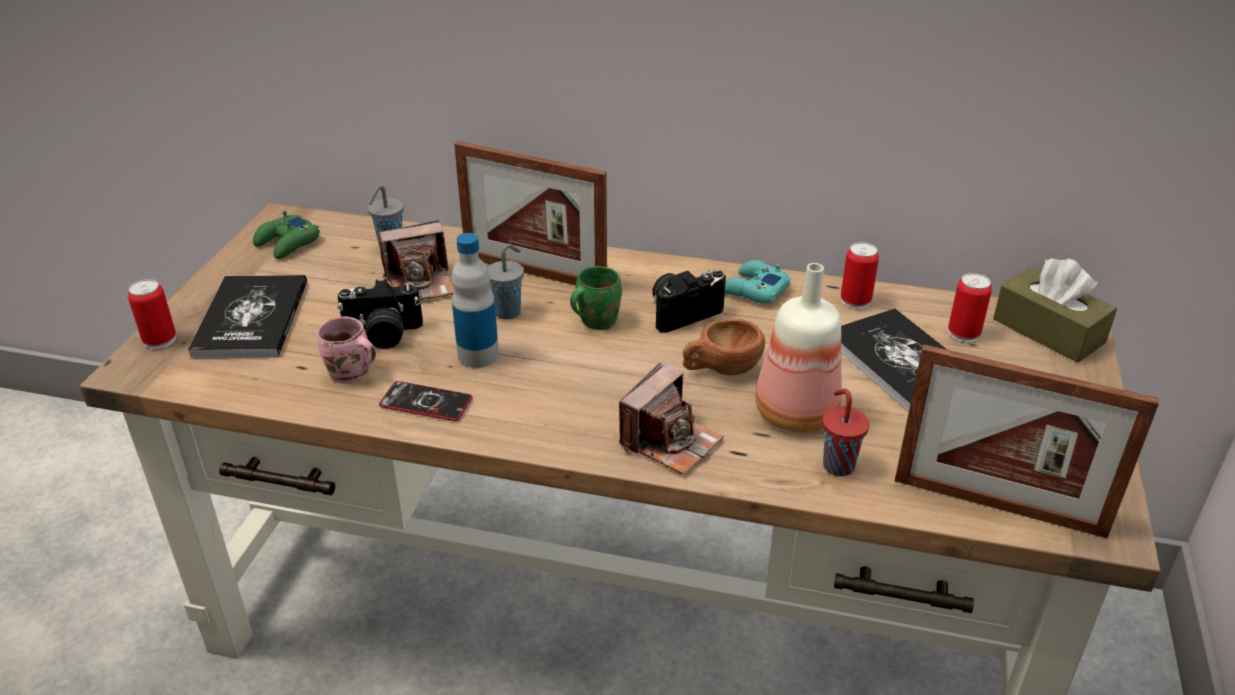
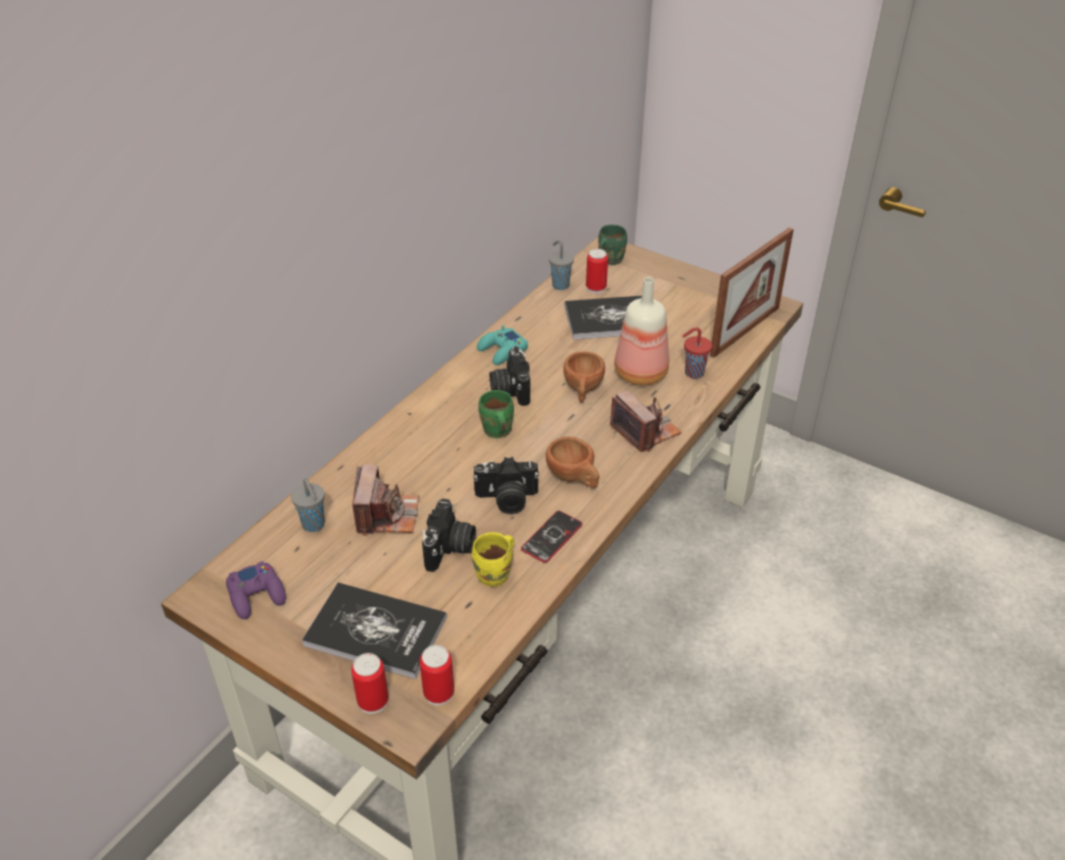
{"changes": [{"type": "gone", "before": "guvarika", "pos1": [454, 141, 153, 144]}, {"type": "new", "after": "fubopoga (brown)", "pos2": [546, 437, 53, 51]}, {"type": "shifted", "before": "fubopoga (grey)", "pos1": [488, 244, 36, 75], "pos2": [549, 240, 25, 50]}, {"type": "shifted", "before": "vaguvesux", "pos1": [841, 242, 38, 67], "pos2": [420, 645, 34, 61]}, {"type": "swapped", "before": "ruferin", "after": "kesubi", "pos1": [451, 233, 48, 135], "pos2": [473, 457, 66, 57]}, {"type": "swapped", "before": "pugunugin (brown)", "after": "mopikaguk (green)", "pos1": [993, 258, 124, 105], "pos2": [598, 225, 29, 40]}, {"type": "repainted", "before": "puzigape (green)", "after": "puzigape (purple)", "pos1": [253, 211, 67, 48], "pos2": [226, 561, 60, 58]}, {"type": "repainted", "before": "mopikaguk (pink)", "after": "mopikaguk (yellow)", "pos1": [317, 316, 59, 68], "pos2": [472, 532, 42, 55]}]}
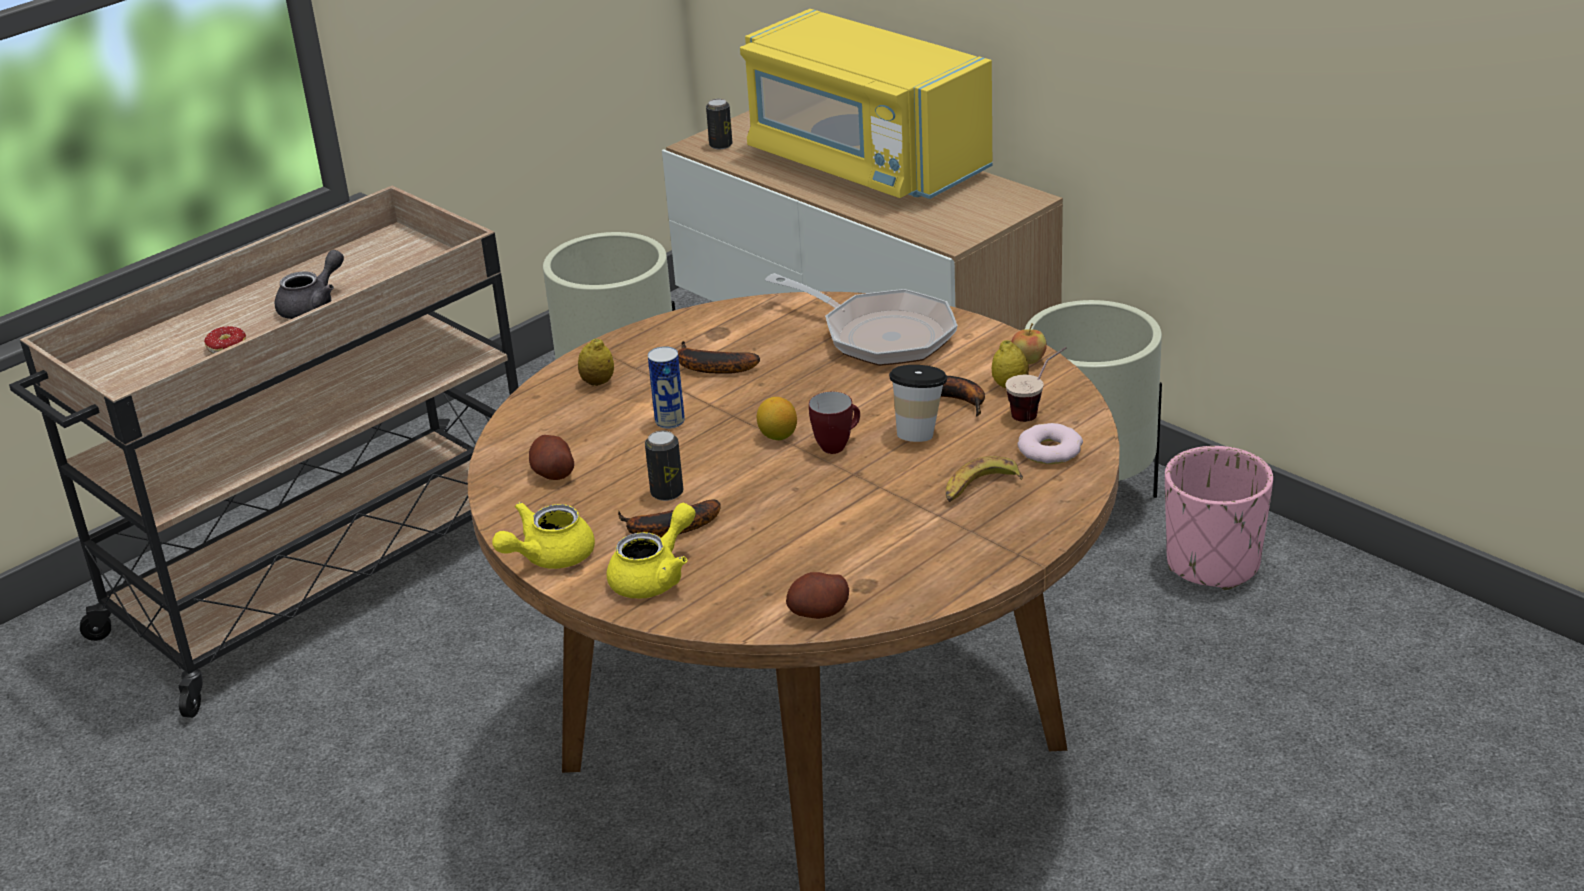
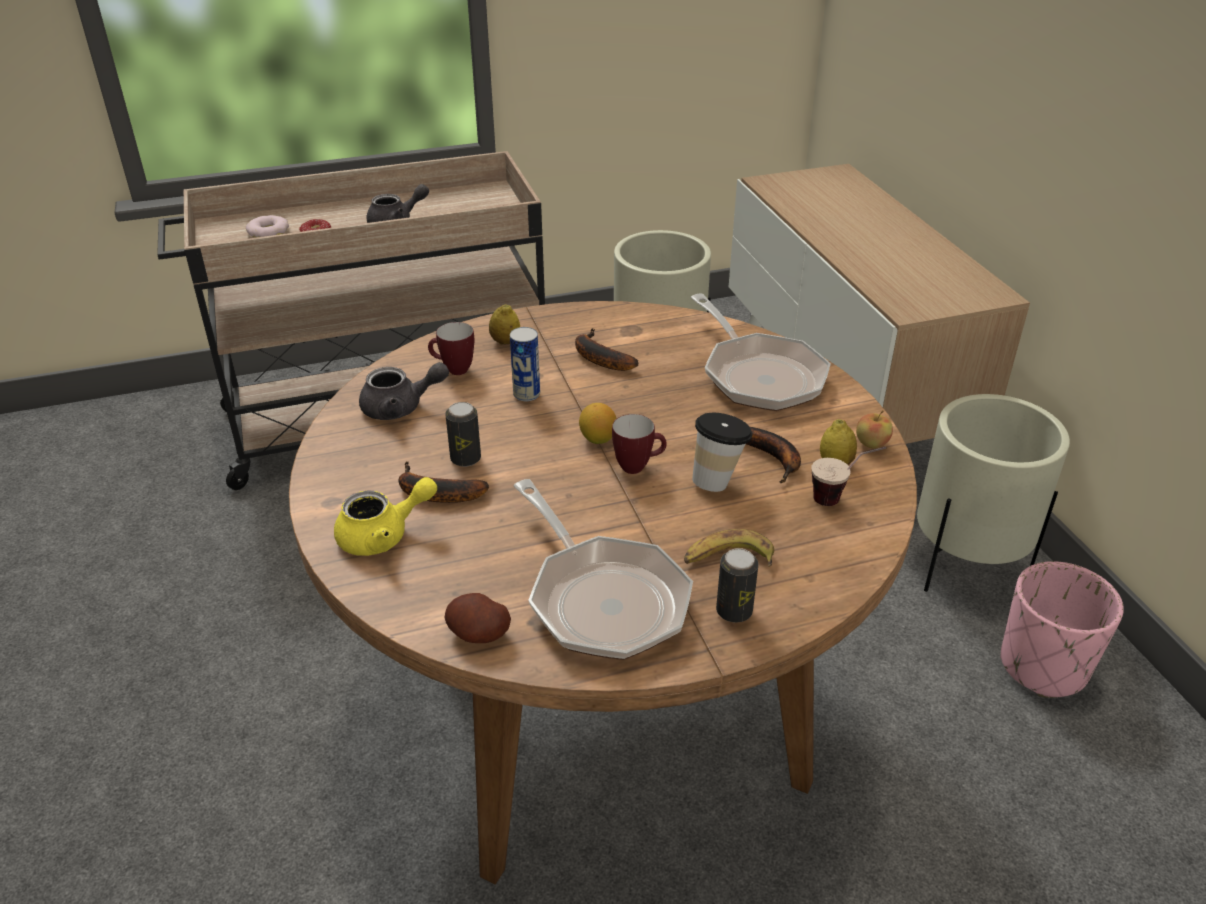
{"changes": [{"type": "gone", "before": "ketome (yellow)", "pos1": [492, 502, 103, 67]}, {"type": "gone", "before": "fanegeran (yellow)", "pos1": [740, 9, 253, 190]}, {"type": "new", "after": "mopikaguk", "pos2": [428, 322, 46, 53]}, {"type": "new", "after": "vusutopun", "pos2": [513, 479, 180, 181]}, {"type": "shifted", "before": "vaguvesux", "pos1": [706, 99, 26, 50], "pos2": [716, 548, 42, 75]}, {"type": "shifted", "before": "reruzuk", "pos1": [1017, 423, 66, 41], "pos2": [246, 215, 43, 23]}, {"type": "swapped", "before": "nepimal", "after": "ketome (grey)", "pos1": [529, 435, 45, 45], "pos2": [359, 362, 90, 58]}]}
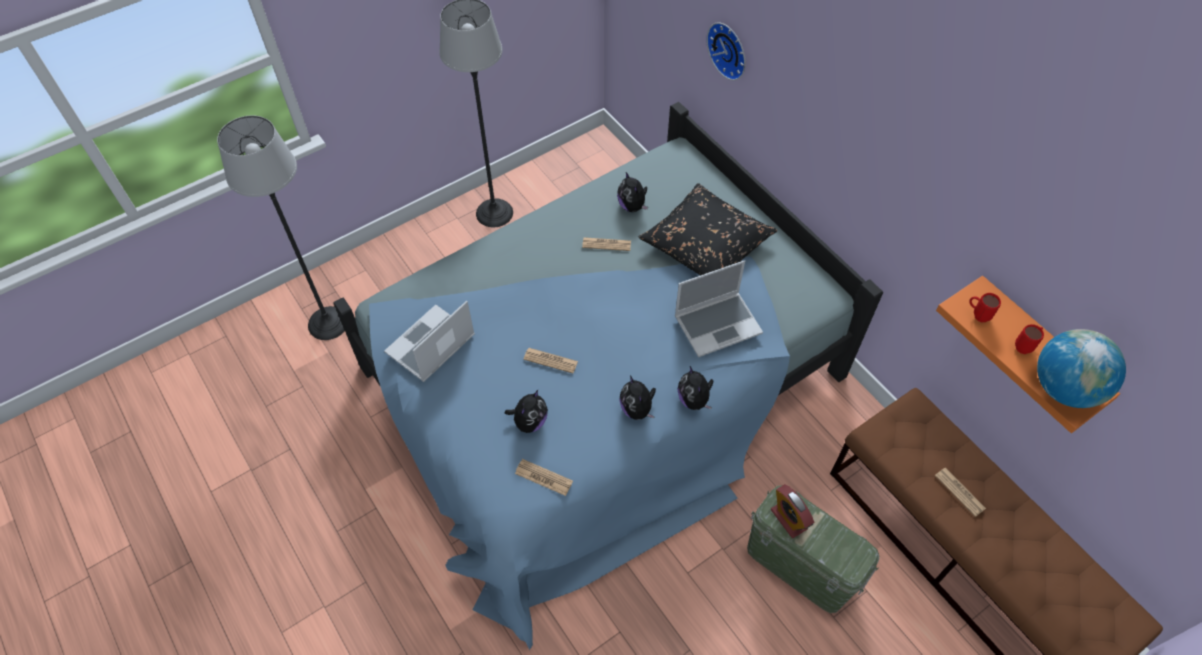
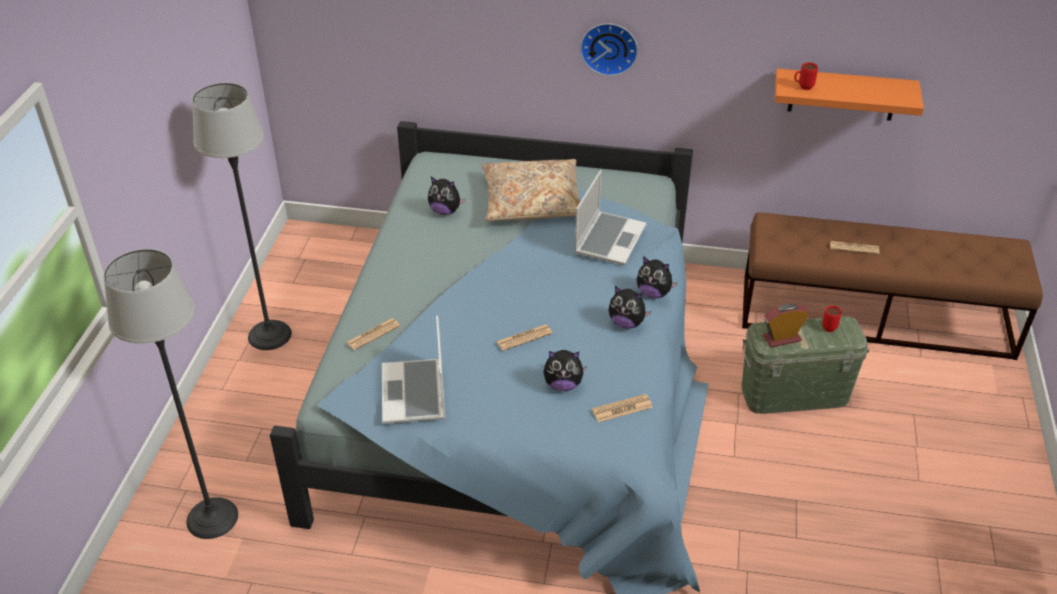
{"changes": [{"type": "gone", "before": "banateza", "pos1": [1037, 329, 89, 79]}, {"type": "shifted", "before": "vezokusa", "pos1": [582, 237, 49, 14], "pos2": [346, 318, 54, 32]}, {"type": "shifted", "before": "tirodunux", "pos1": [706, 22, 40, 58], "pos2": [580, 23, 58, 53]}, {"type": "shifted", "before": "mopikaguk (red)", "pos1": [1015, 324, 29, 30], "pos2": [822, 306, 19, 26]}, {"type": "repainted", "before": "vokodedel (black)", "after": "vokodedel (beige)", "pos1": [639, 183, 138, 93], "pos2": [481, 159, 100, 62]}, {"type": "rotated", "before": "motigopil", "pos1": [505, 390, 43, 43], "pos2": [543, 350, 44, 41], "turn": 105}, {"type": "rotated", "before": "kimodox", "pos1": [771, 484, 43, 54], "pos2": [763, 303, 46, 44], "turn": 150}]}
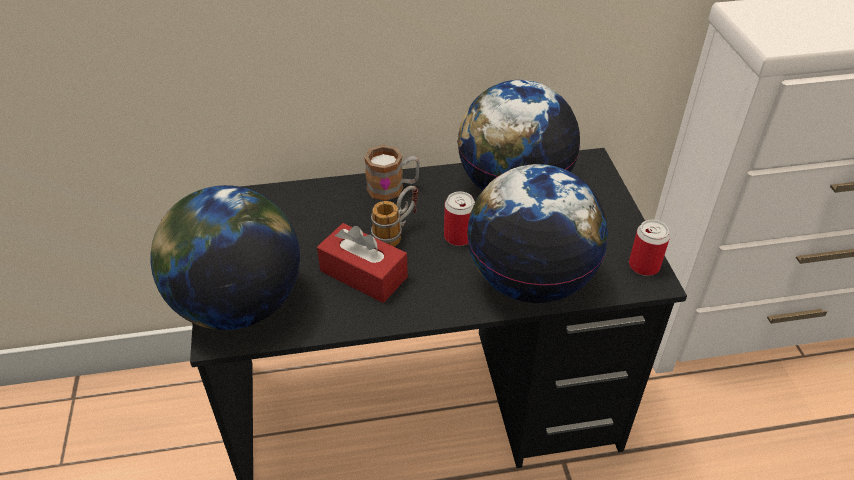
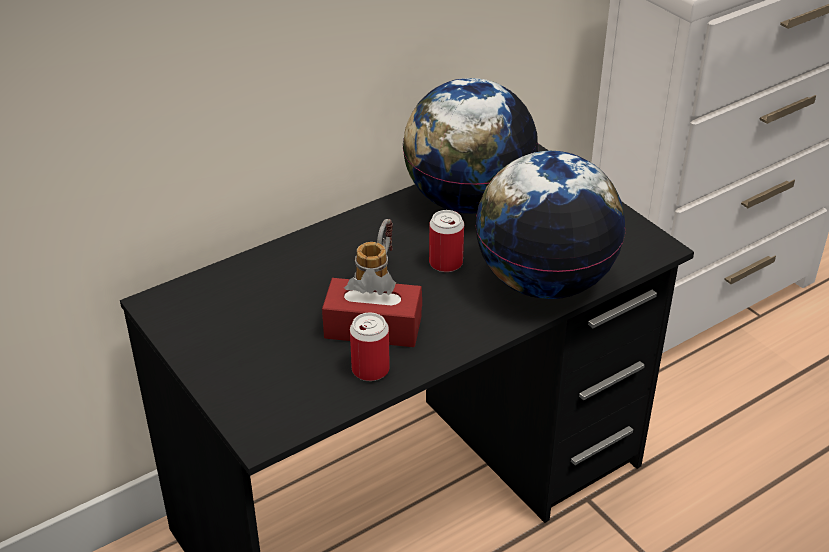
{"changes": [{"type": "gone", "before": "banateza", "pos1": [151, 185, 149, 145]}, {"type": "gone", "before": "mopikaguk", "pos1": [364, 145, 56, 56]}, {"type": "shifted", "before": "vaguvesux", "pos1": [629, 220, 41, 56], "pos2": [350, 313, 40, 68]}]}
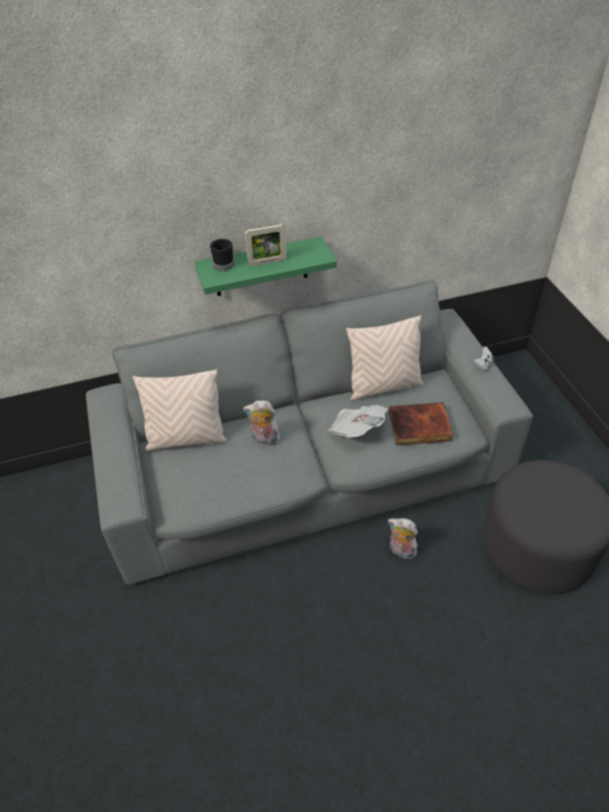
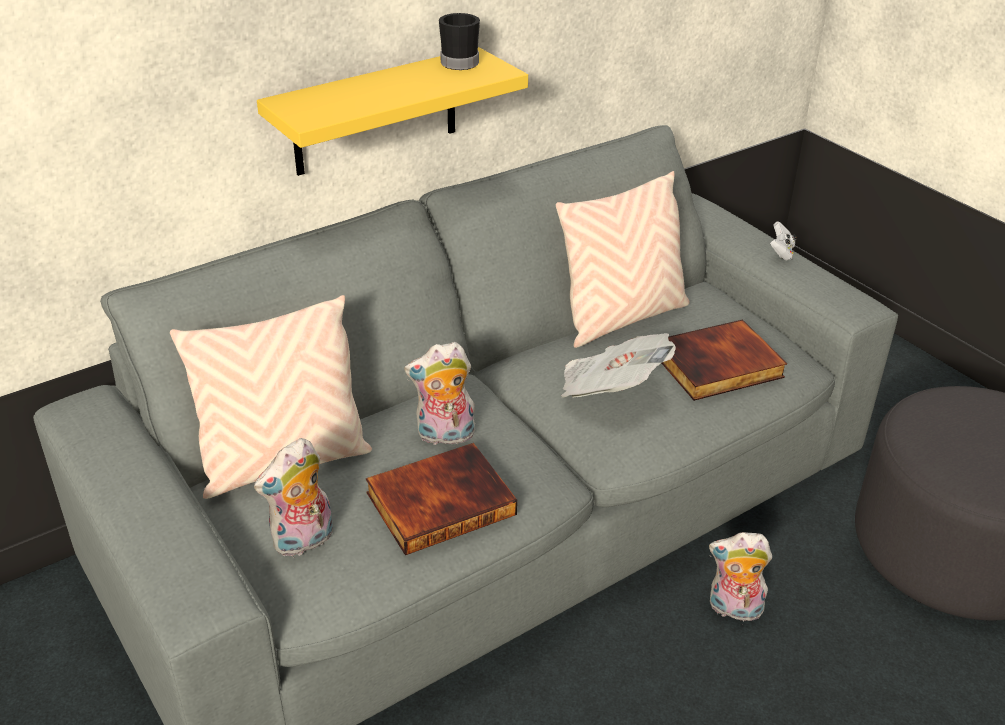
{"changes": [{"type": "gone", "before": "guvarika", "pos1": [245, 224, 42, 42]}, {"type": "new", "after": "motigopil", "pos2": [254, 438, 79, 118]}, {"type": "new", "after": "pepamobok", "pos2": [366, 443, 151, 112]}, {"type": "shifted", "before": "mopikaguk (black)", "pos1": [210, 239, 24, 32], "pos2": [439, 13, 41, 57]}, {"type": "repainted", "before": "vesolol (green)", "after": "vesolol (yellow)", "pos1": [195, 237, 142, 59], "pos2": [257, 47, 271, 129]}]}
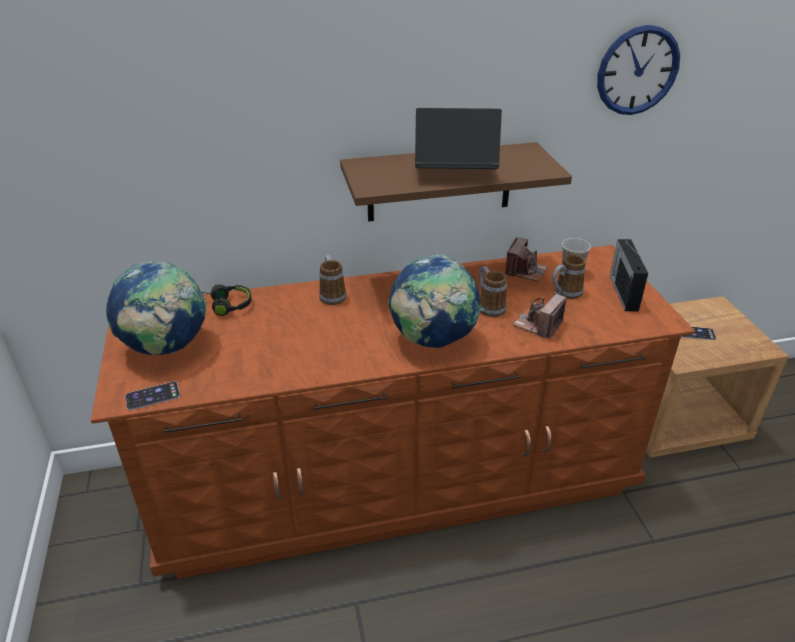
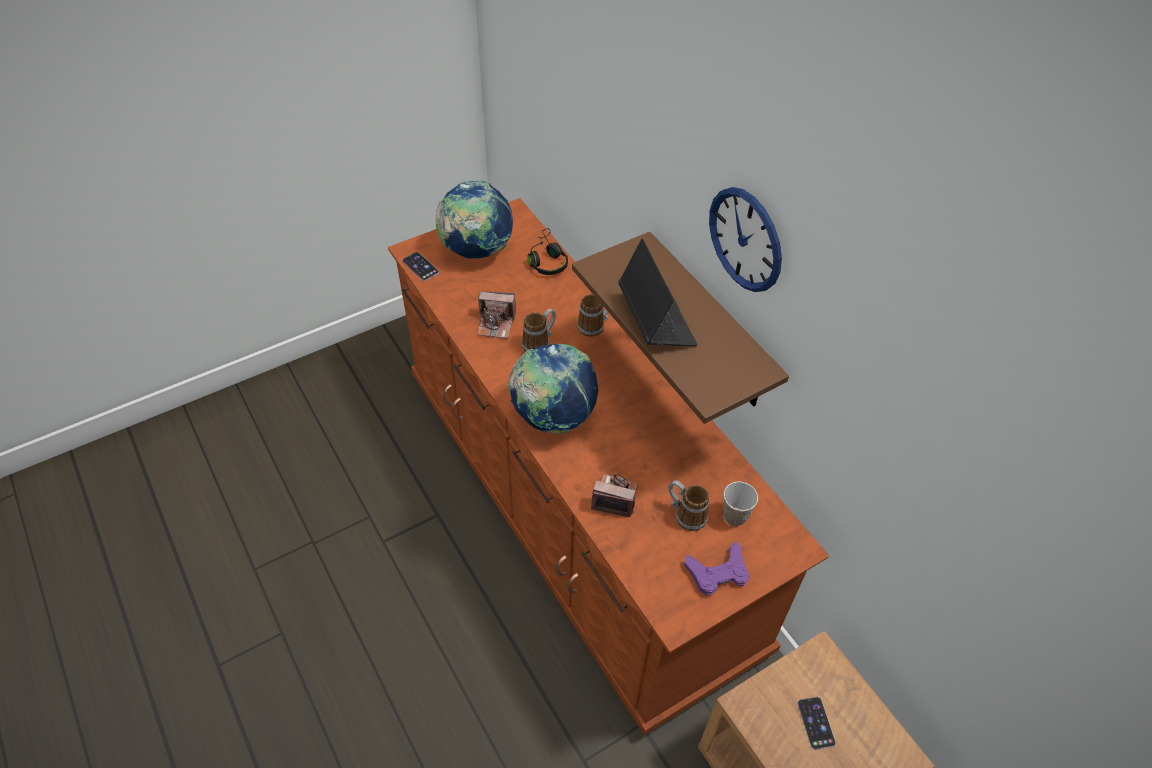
{"changes": [{"type": "shifted", "before": "mopikaguk", "pos1": [479, 266, 28, 51], "pos2": [522, 309, 34, 43]}, {"type": "shifted", "before": "kesubi", "pos1": [505, 237, 43, 45], "pos2": [476, 291, 40, 48]}, {"type": "shifted", "before": "tirodunux", "pos1": [597, 25, 83, 90], "pos2": [709, 187, 73, 105]}, {"type": "swapped", "before": "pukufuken", "after": "puzigape (purple)", "pos1": [610, 239, 38, 72], "pos2": [684, 542, 65, 54]}]}
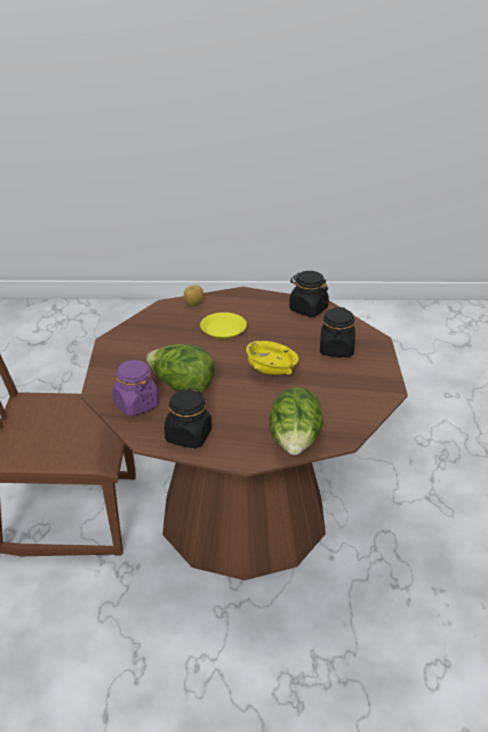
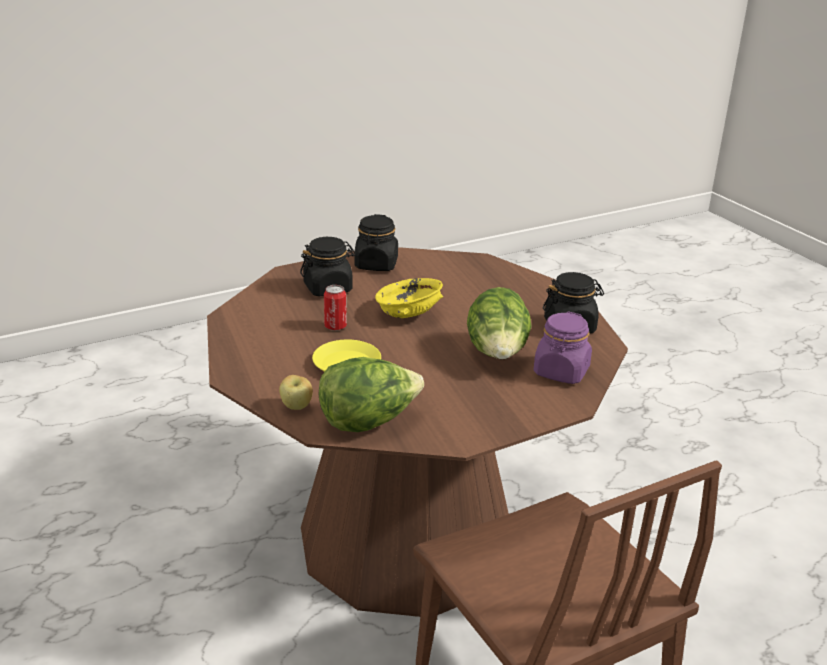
{"changes": [{"type": "new", "after": "vaguvesux", "pos2": [324, 285, 23, 46]}, {"type": "shifted", "before": "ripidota", "pos1": [269, 387, 54, 68], "pos2": [319, 357, 105, 75]}, {"type": "shifted", "before": "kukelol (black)", "pos1": [289, 271, 40, 46], "pos2": [354, 214, 44, 57]}]}
